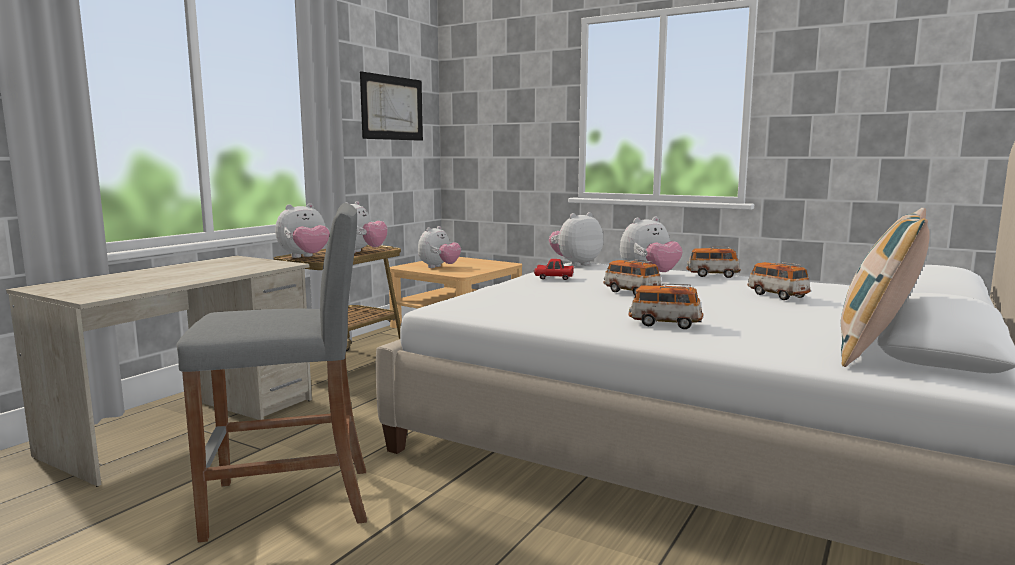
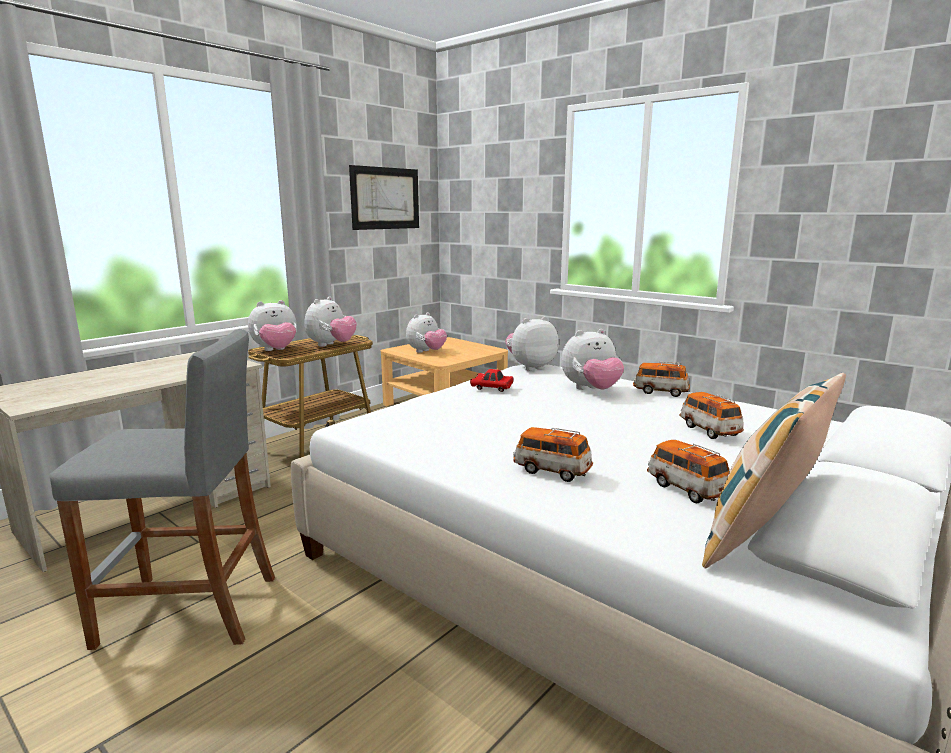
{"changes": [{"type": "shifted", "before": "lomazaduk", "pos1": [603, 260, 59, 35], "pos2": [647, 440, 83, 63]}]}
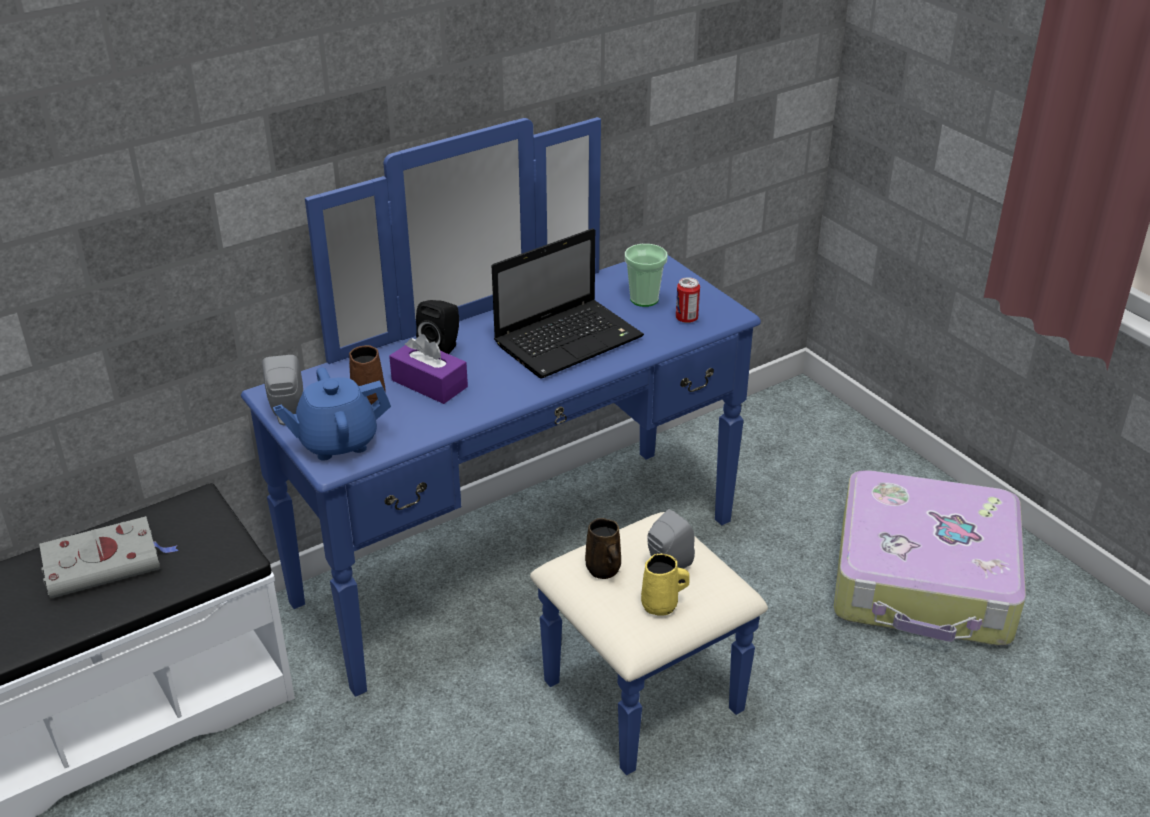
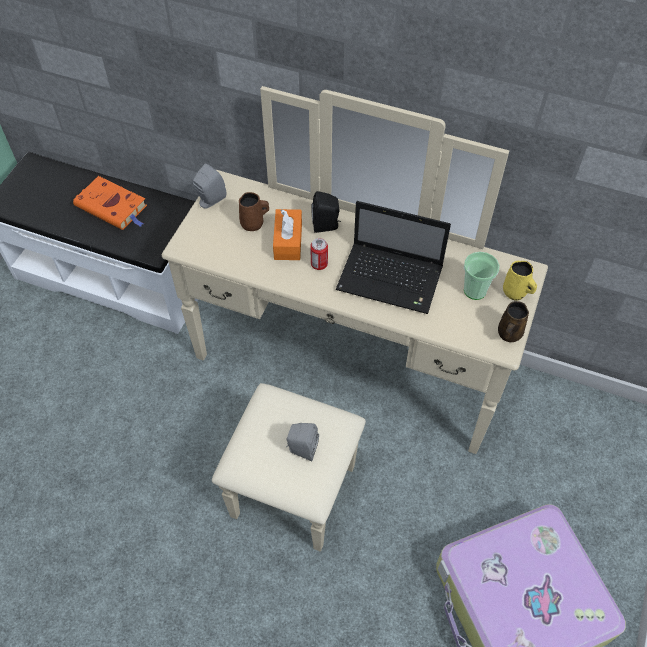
{"changes": [{"type": "gone", "before": "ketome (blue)", "pos1": [273, 367, 118, 94]}, {"type": "shifted", "before": "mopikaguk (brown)", "pos1": [585, 518, 36, 61], "pos2": [498, 301, 31, 41]}, {"type": "shifted", "before": "mopikaguk (yellow)", "pos1": [641, 553, 49, 63], "pos2": [503, 261, 34, 39]}, {"type": "shifted", "before": "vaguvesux", "pos1": [676, 277, 24, 46], "pos2": [310, 238, 18, 32]}, {"type": "repainted", "before": "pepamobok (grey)", "after": "pepamobok (orange)", "pos1": [39, 516, 140, 83], "pos2": [73, 176, 74, 54]}, {"type": "repainted", "before": "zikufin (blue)", "after": "zikufin (beige)", "pos1": [241, 117, 527, 658], "pos2": [162, 86, 386, 466]}, {"type": "repainted", "before": "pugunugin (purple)", "after": "pugunugin (orange)", "pos1": [389, 334, 79, 70], "pos2": [273, 209, 29, 51]}]}
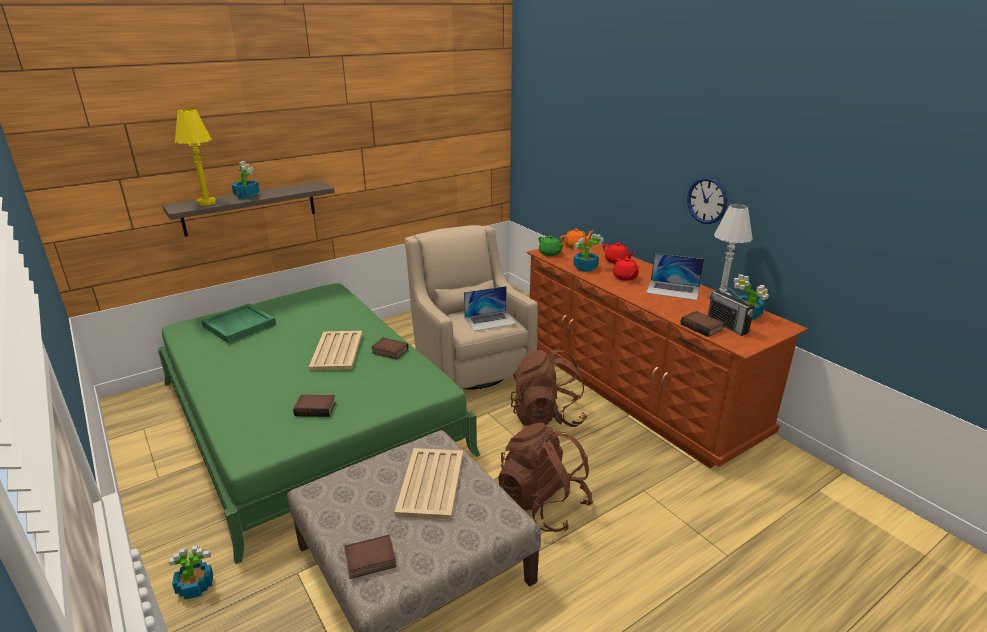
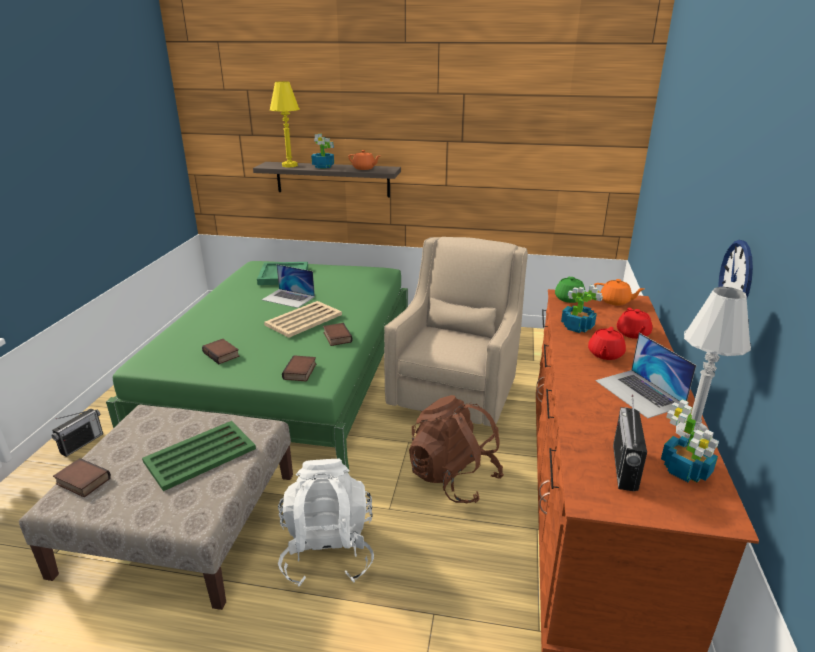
{"changes": [{"type": "new", "after": "ketome (orange)", "pos2": [348, 150, 32, 20]}, {"type": "shifted", "before": "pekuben", "pos1": [464, 286, 53, 45], "pos2": [262, 264, 53, 44]}, {"type": "shifted", "before": "pepamobok", "pos1": [681, 311, 43, 26], "pos2": [282, 355, 34, 27]}, {"type": "swapped", "before": "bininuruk", "after": "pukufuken", "pos1": [169, 545, 44, 55], "pos2": [51, 409, 52, 48]}, {"type": "repainted", "before": "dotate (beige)", "after": "dotate (green)", "pos1": [395, 448, 68, 71], "pos2": [142, 421, 114, 70]}, {"type": "repainted", "before": "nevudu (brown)", "after": "nevudu (white)", "pos1": [498, 422, 95, 110], "pos2": [278, 459, 96, 127]}]}
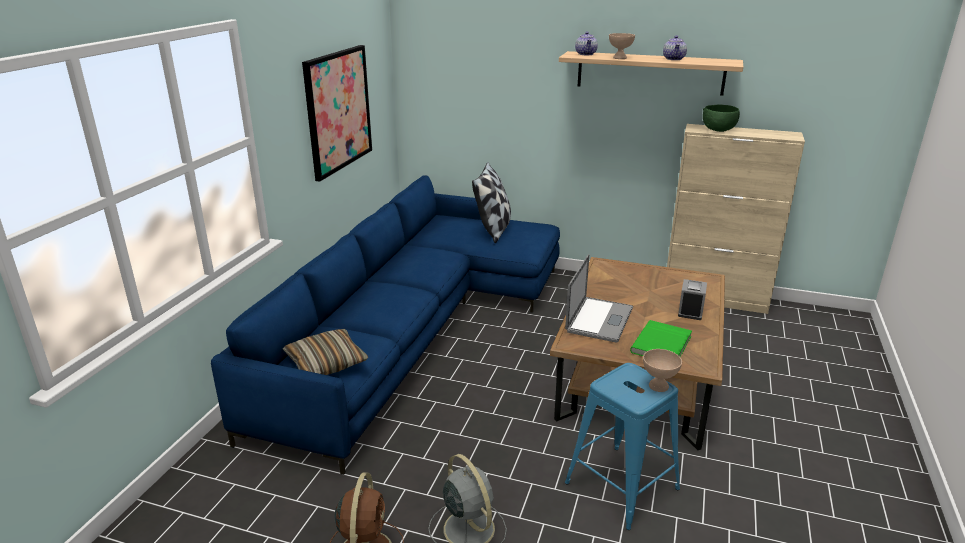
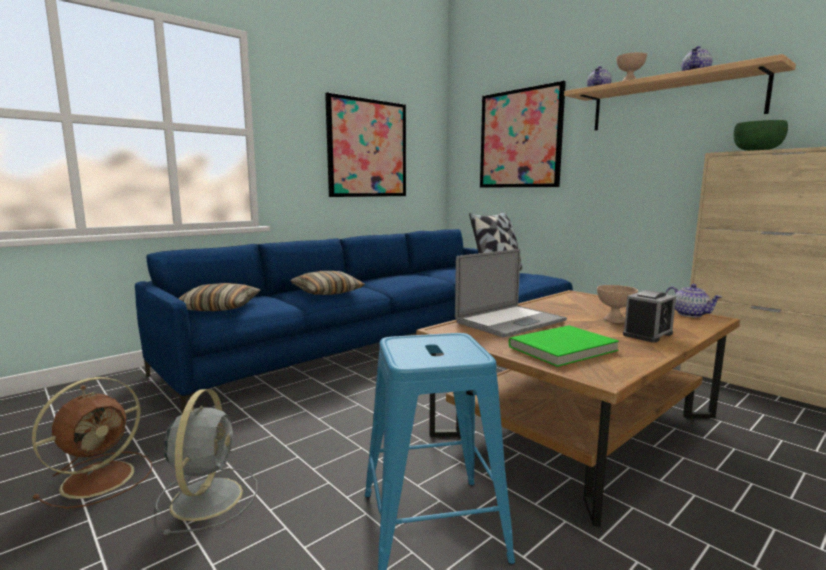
{"changes": [{"type": "new", "after": "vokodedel", "pos2": [290, 271, 75, 24]}, {"type": "new", "after": "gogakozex", "pos2": [480, 81, 86, 107]}, {"type": "new", "after": "ketome", "pos2": [665, 284, 57, 33]}, {"type": "shifted", "before": "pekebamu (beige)", "pos1": [643, 349, 39, 43], "pos2": [597, 285, 41, 38]}]}
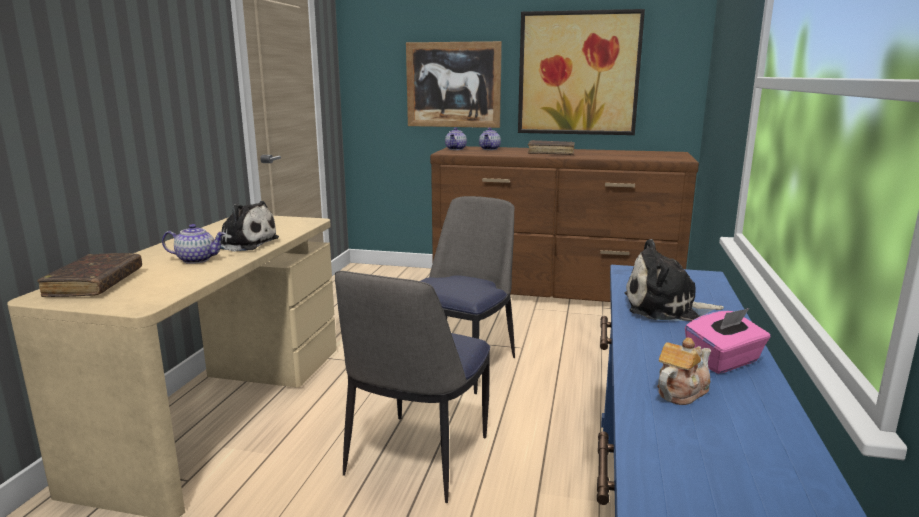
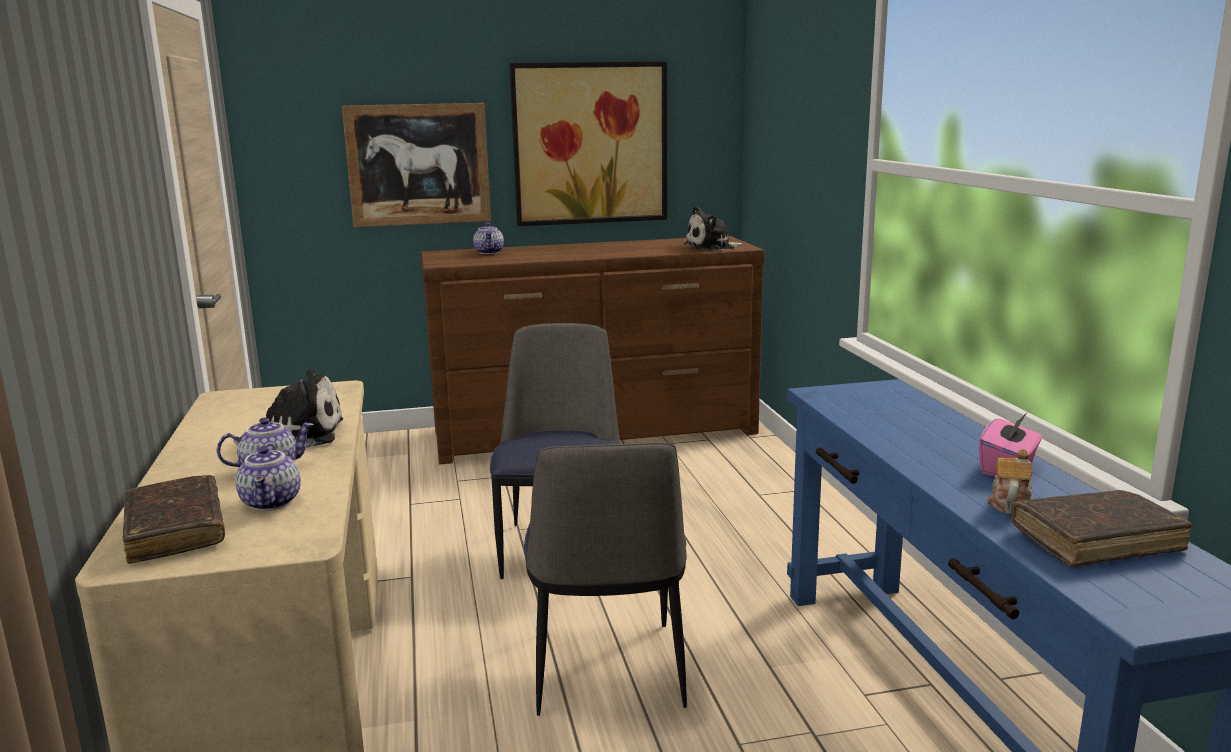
{"changes": [{"type": "shifted", "before": "ketome", "pos1": [445, 127, 22, 23], "pos2": [235, 444, 66, 67]}, {"type": "shifted", "before": "pepamobok (brown)", "pos1": [528, 140, 47, 15], "pos2": [1011, 490, 182, 77]}, {"type": "shifted", "before": "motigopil", "pos1": [624, 239, 100, 82], "pos2": [684, 206, 59, 44]}]}
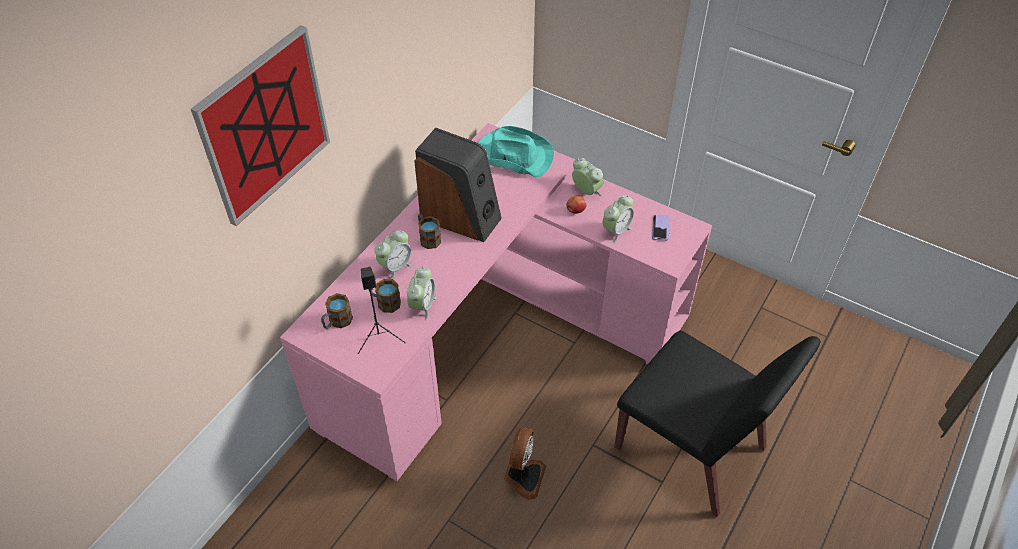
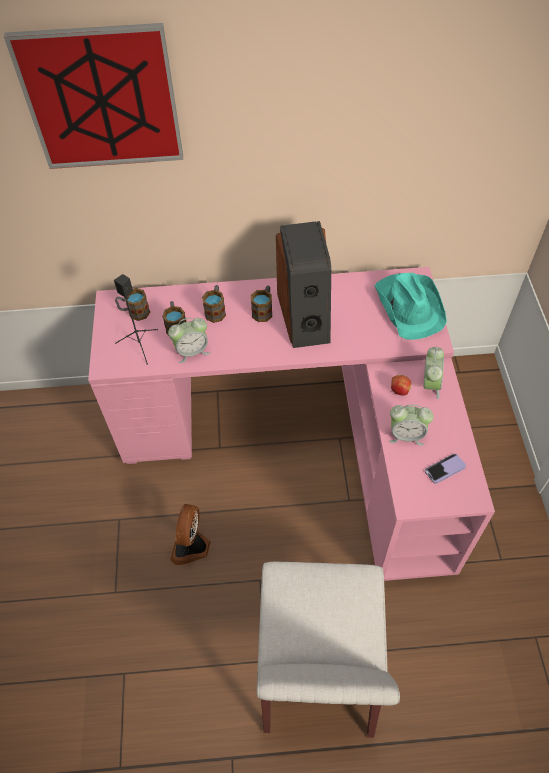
{"changes": [{"type": "swapped", "before": "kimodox", "after": "mopikaguk", "pos1": [374, 230, 39, 49], "pos2": [202, 285, 24, 38]}, {"type": "repainted", "before": "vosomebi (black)", "after": "vosomebi (white)", "pos1": [614, 330, 207, 187], "pos2": [257, 562, 143, 176]}, {"type": "rotated", "before": "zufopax", "pos1": [504, 427, 42, 73], "pos2": [170, 504, 40, 61], "turn": 120}]}
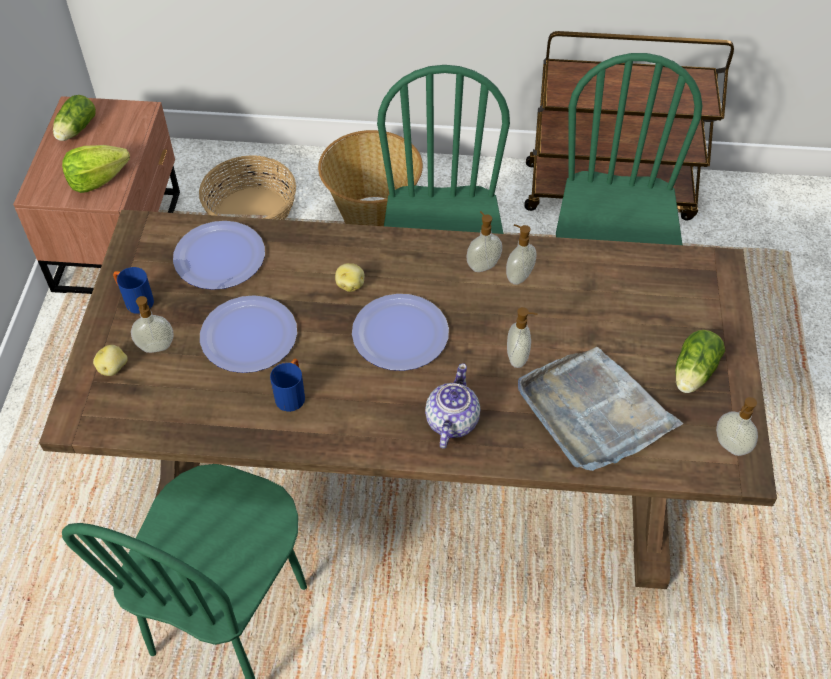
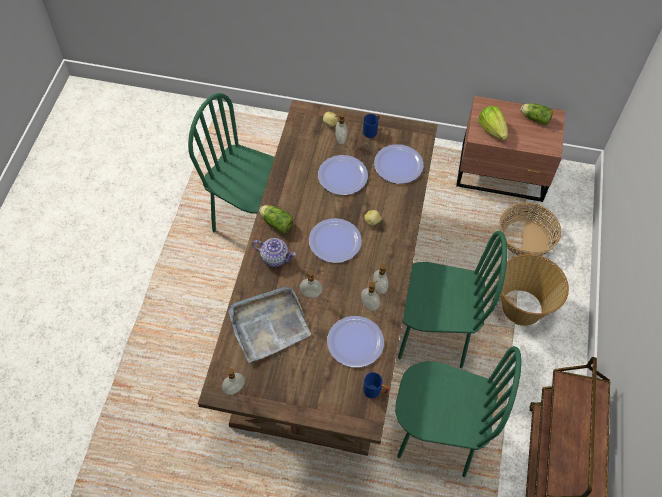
{"changes": [{"type": "new", "after": "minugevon", "pos2": [327, 316, 57, 52]}, {"type": "shifted", "before": "mopikaguk (blue)", "pos1": [270, 359, 35, 53], "pos2": [363, 372, 26, 26]}, {"type": "shifted", "before": "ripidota", "pos1": [675, 330, 50, 63], "pos2": [259, 205, 34, 28]}]}
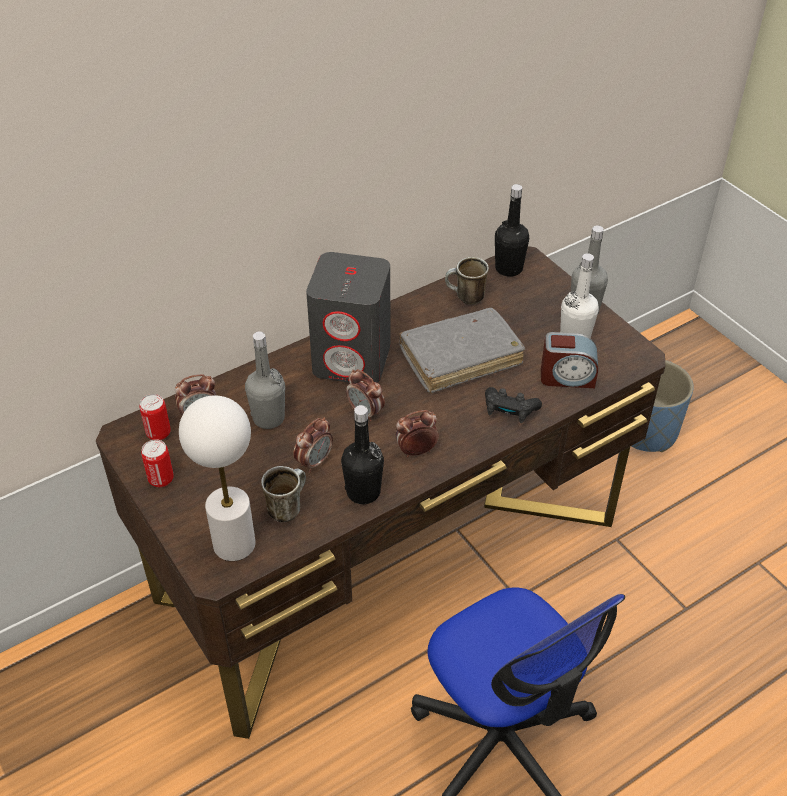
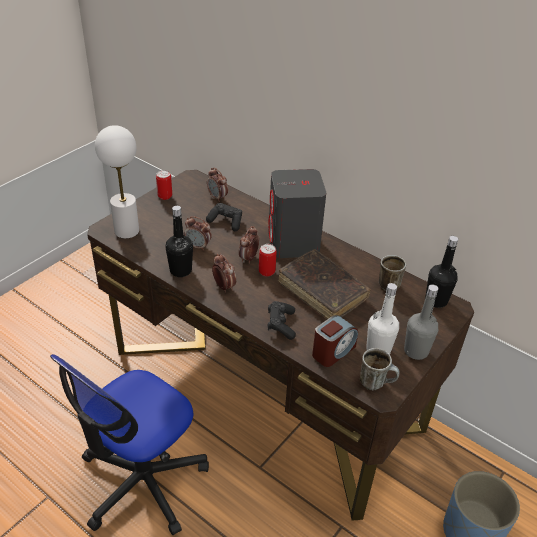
{"changes": [{"type": "shifted", "before": "vaguvesux", "pos1": [139, 394, 32, 46], "pos2": [259, 244, 18, 33]}, {"type": "shifted", "before": "mopikaguk", "pos1": [261, 466, 45, 56], "pos2": [360, 348, 40, 42]}, {"type": "swapped", "before": "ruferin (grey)", "after": "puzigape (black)", "pos1": [245, 331, 40, 98], "pos2": [206, 203, 36, 28]}, {"type": "repainted", "before": "pepamobok (grey)", "after": "pepamobok (brown)", "pos1": [399, 308, 126, 85], "pos2": [278, 249, 93, 70]}, {"type": "rotated", "before": "kimodox", "pos1": [541, 332, 57, 56], "pos2": [312, 315, 46, 52], "turn": -120}]}
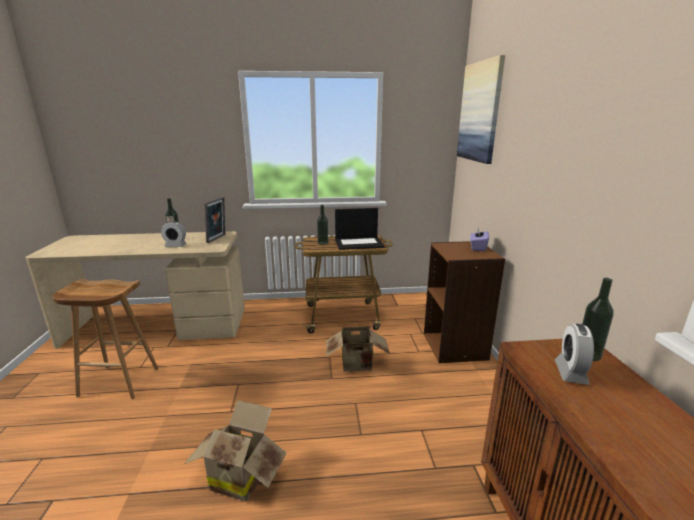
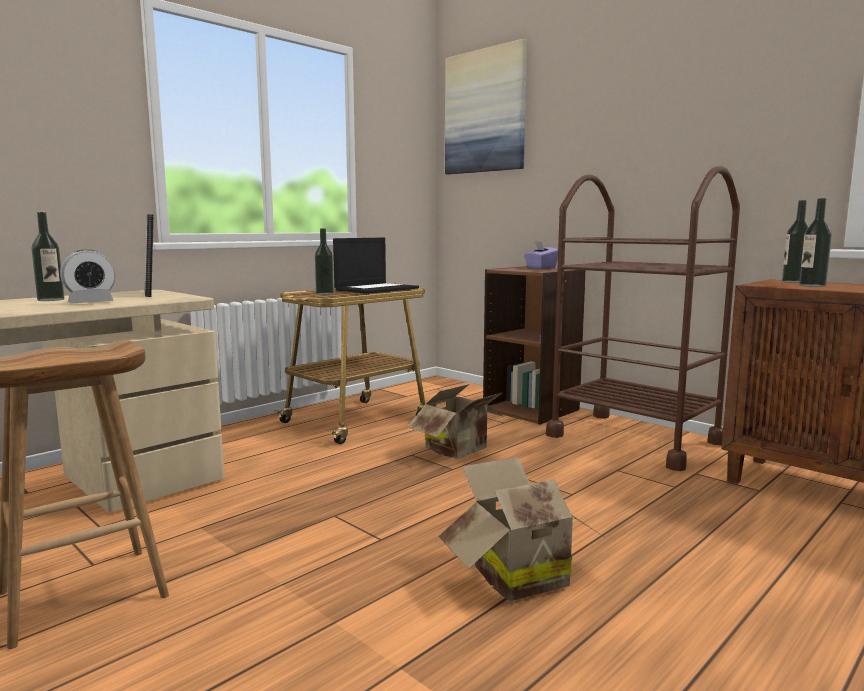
{"changes": [{"type": "new", "after": "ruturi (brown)", "pos2": [546, 166, 194, 305]}, {"type": "swapped", "before": "kimodox", "after": "ruferin", "pos1": [555, 324, 39, 61], "pos2": [799, 198, 33, 89]}]}
